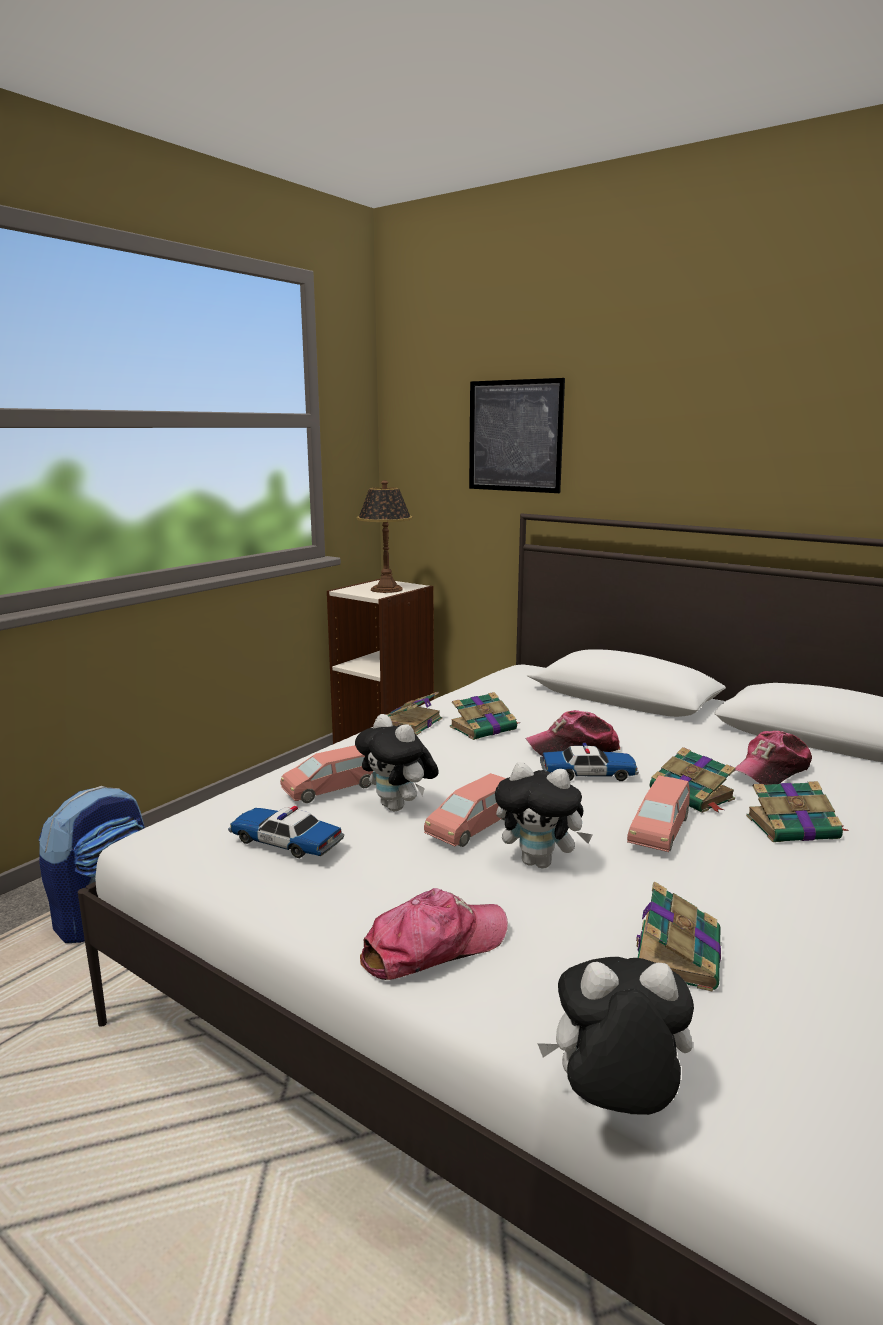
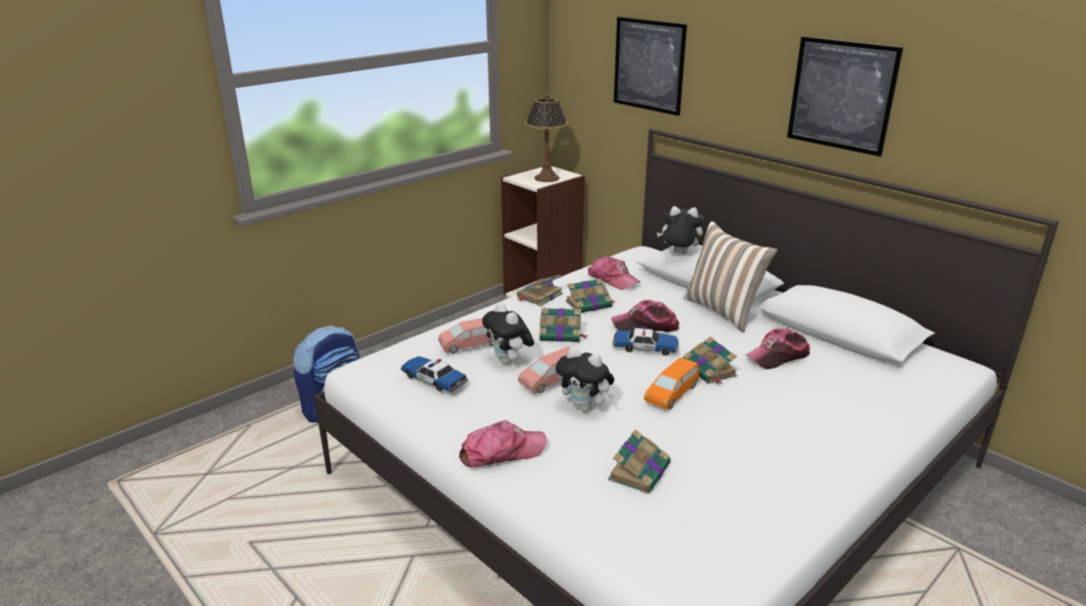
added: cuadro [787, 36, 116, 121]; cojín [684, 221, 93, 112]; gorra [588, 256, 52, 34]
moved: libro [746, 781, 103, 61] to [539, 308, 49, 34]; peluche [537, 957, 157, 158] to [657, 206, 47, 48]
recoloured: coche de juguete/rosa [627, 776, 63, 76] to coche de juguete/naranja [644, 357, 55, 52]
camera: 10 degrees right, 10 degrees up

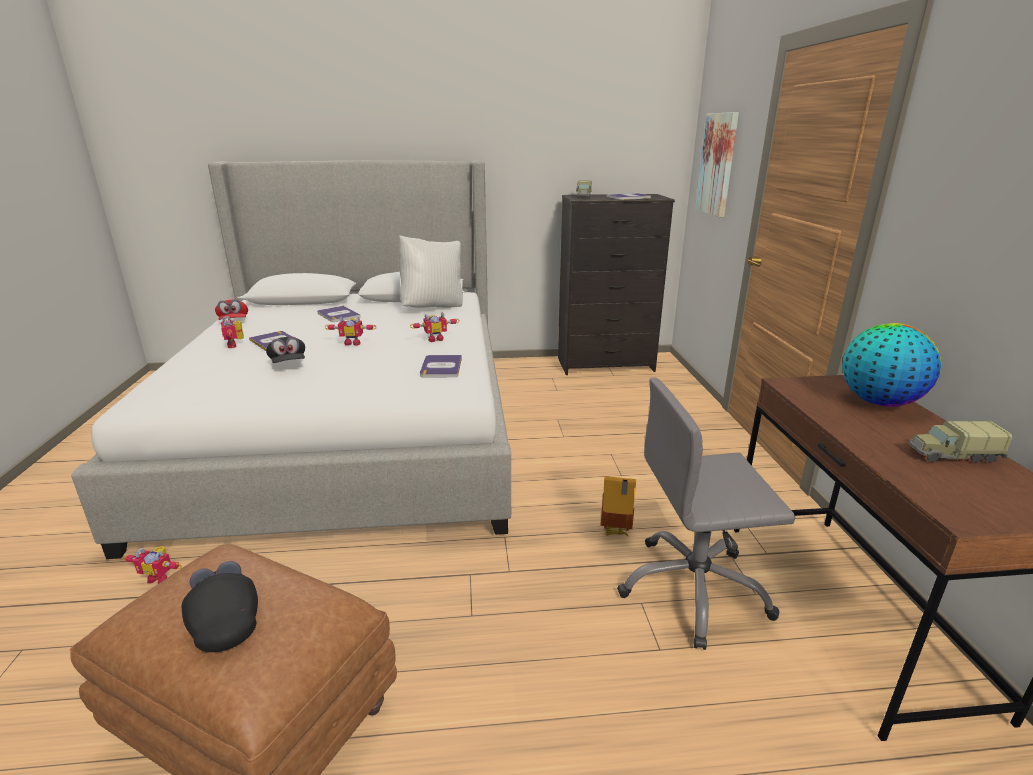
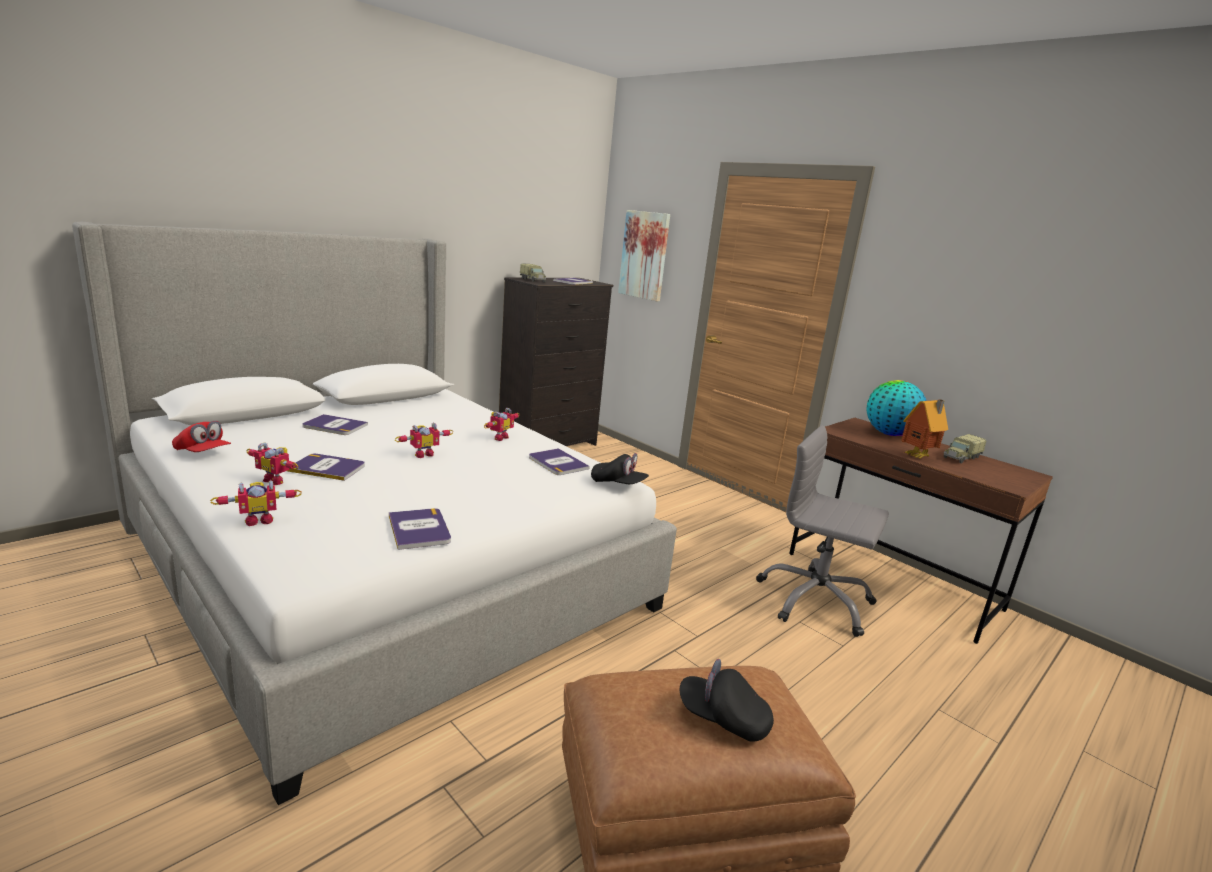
removed: cojín/blanco [399, 235, 64, 73]
added: libro [389, 508, 62, 42]
moved: gorra/negro [266, 337, 39, 26] to [591, 453, 58, 31]; casita [601, 476, 35, 60] to [901, 399, 47, 60]; robot de juguete [123, 546, 59, 38] to [210, 480, 92, 46]
turned: silla de oficina/gris [617, 377, 178, 273] = [756, 425, 133, 212] 75 degrees clockwise
camera: 40 degrees left, 5 degrees down

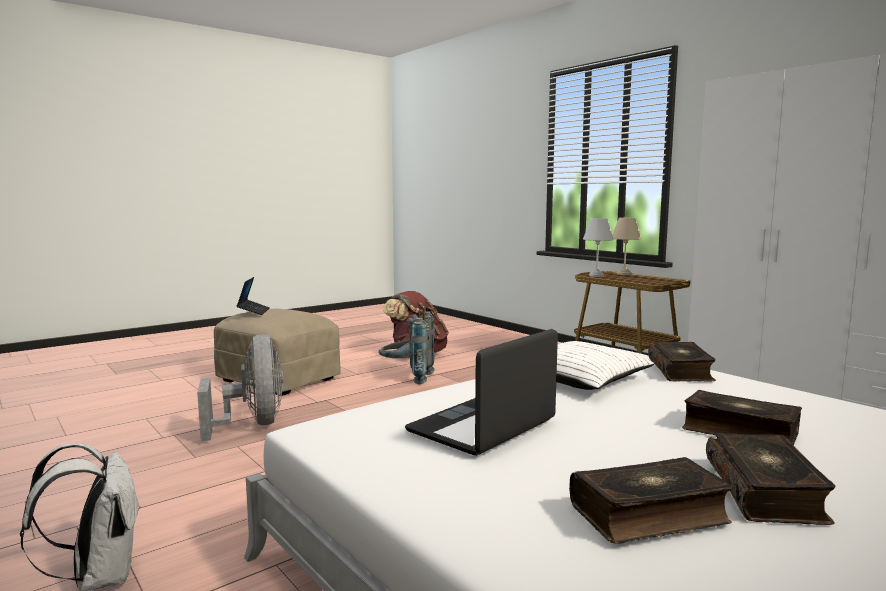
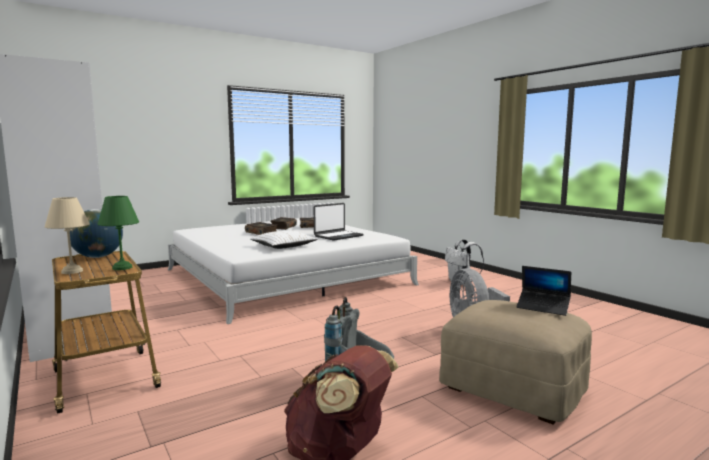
removed: libro [648, 342, 68, 40]
added: globo terráqueo [70, 209, 53, 49]
recoloured: lámpara de mesa/blanco [583, 218, 30, 59] to lámpara de mesa/verde [98, 196, 41, 74]
turned: portátil [236, 277, 34, 38] = [516, 266, 55, 50] 60 degrees counterclockwise
camera: 175 degrees left, 0 degrees up

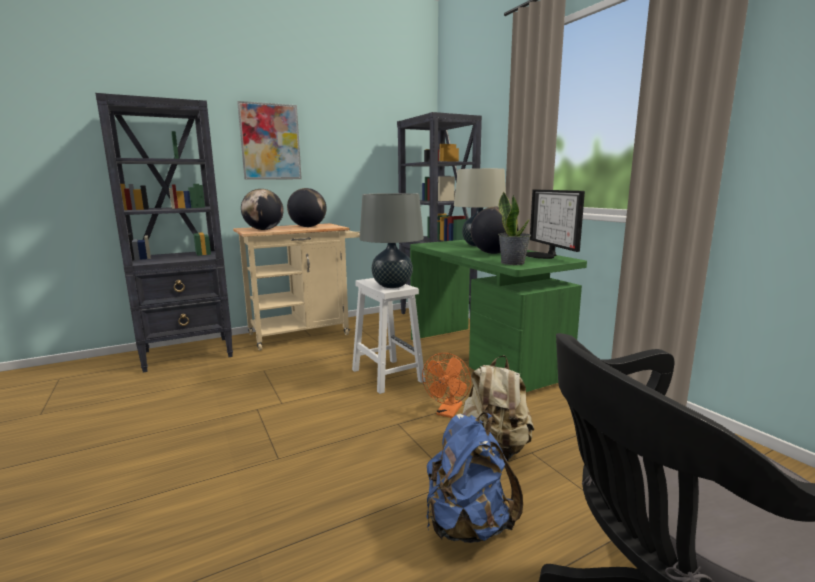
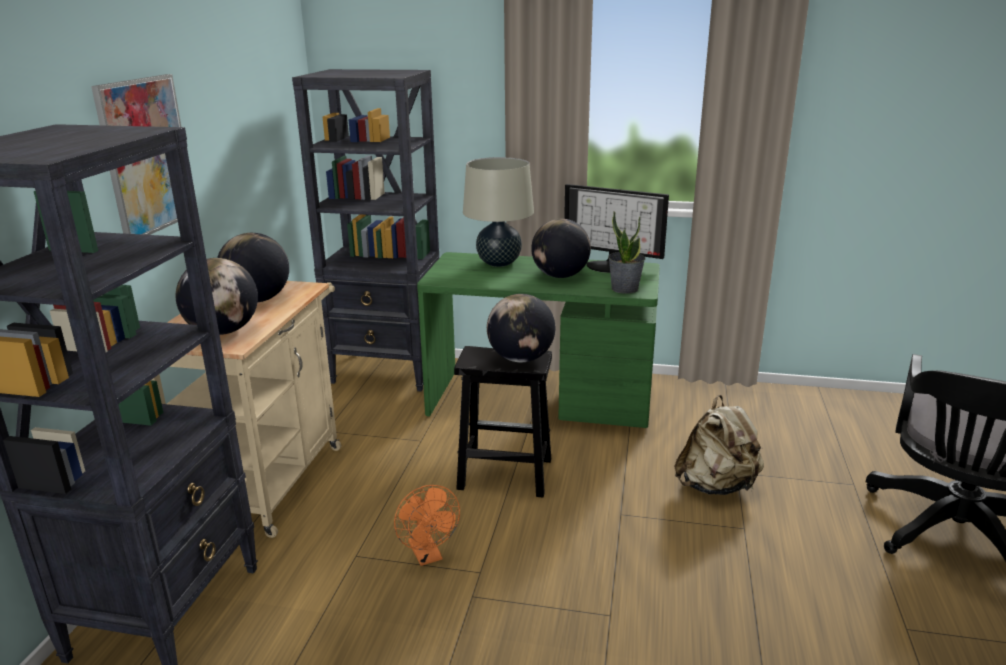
removed: mochila/azul [426, 413, 97, 130]
moved: ventilador/naranja [422, 353, 49, 65] to [394, 485, 66, 81]
replaced: lámpara de mesa/gris [360, 193, 64, 95] to globo terráqueo [487, 294, 68, 68]
recoloured: taburete/blanco [352, 278, 73, 116] to taburete/negro [454, 346, 98, 152]
camera: 50 degrees left, 10 degrees up

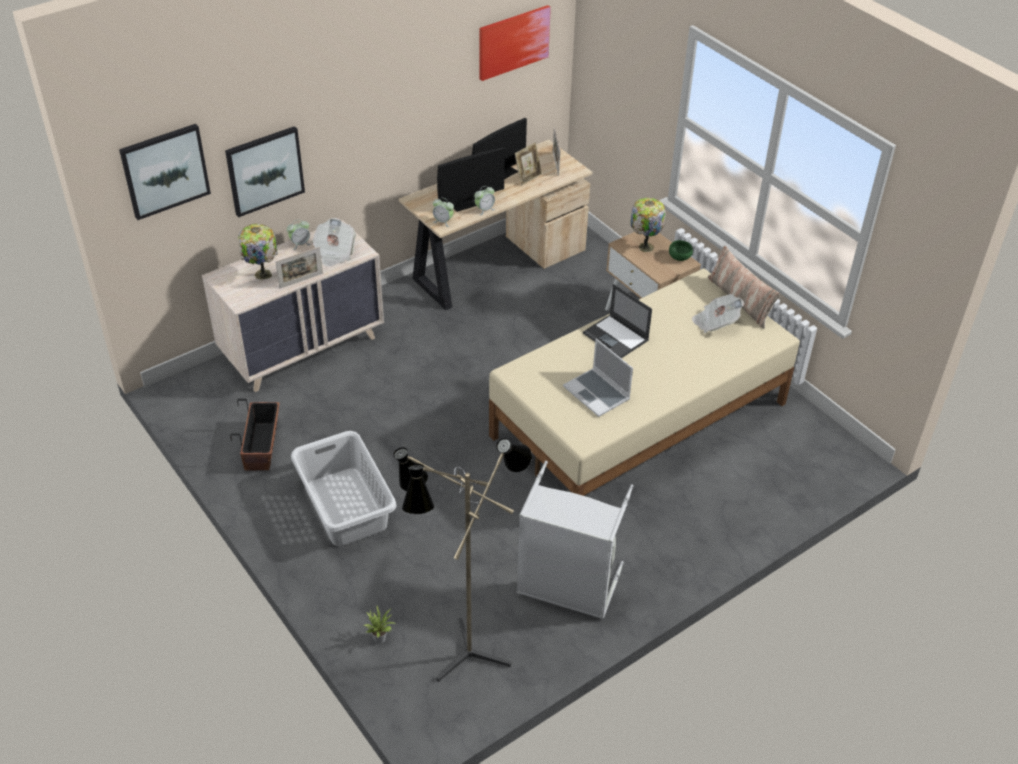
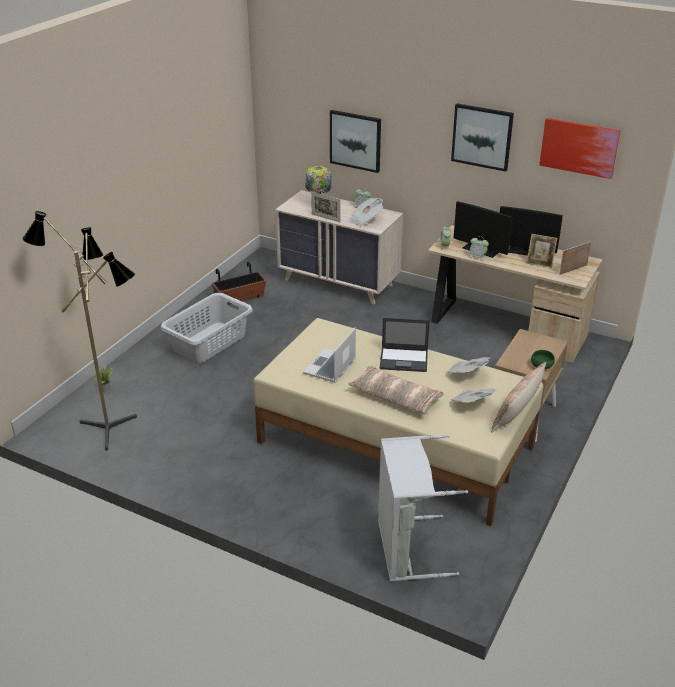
removed: lámpara de mesa [631, 198, 35, 54]
added: periódico [447, 357, 44, 16]; cojín [348, 366, 95, 49]
moved: cuadro [119, 124, 92, 96] to [451, 103, 63, 69]; cesto de la ropa/gris [517, 461, 116, 158] to [378, 435, 90, 146]
turned: portátil [583, 284, 69, 75] = [380, 318, 50, 54] 105 degrees counterclockwise
camera: 65 degrees right, 10 degrees down

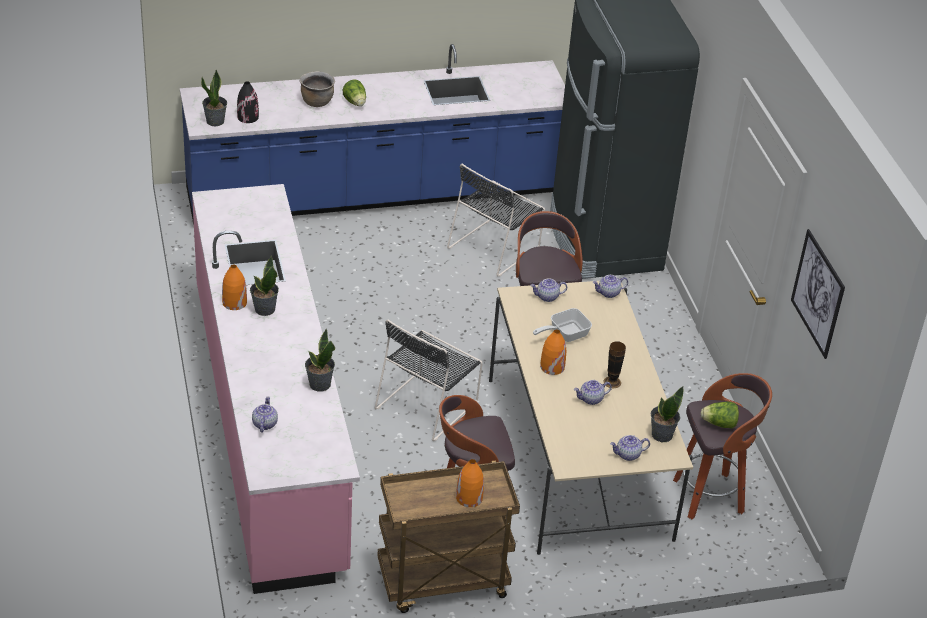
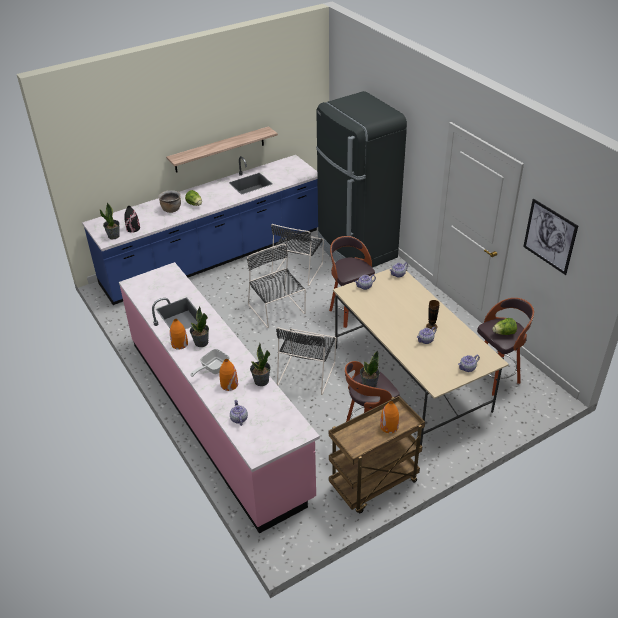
added: estante [166, 126, 112, 46]; silla/negro [247, 244, 59, 84]
moved: sartén [533, 308, 59, 34] to [190, 349, 40, 28]; florero/naranja [540, 329, 26, 46] to [219, 359, 19, 32]; planta en maceta [651, 386, 33, 56] to [360, 351, 20, 37]
camera: 15 degrees left, 0 degrees up

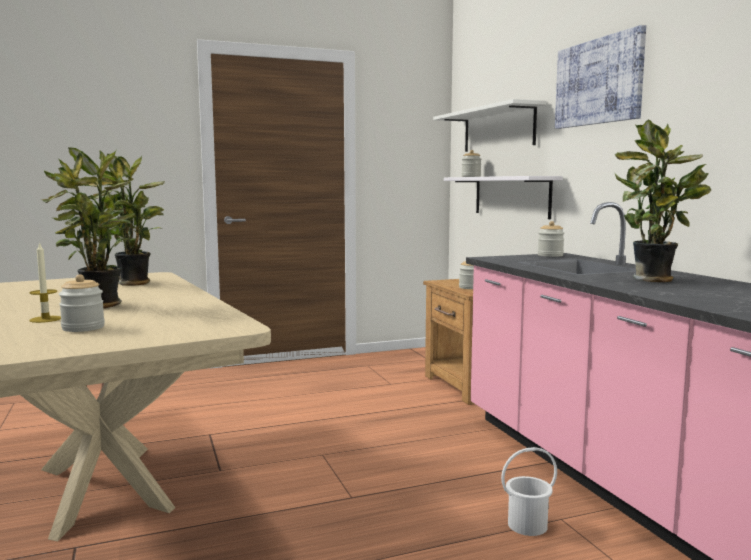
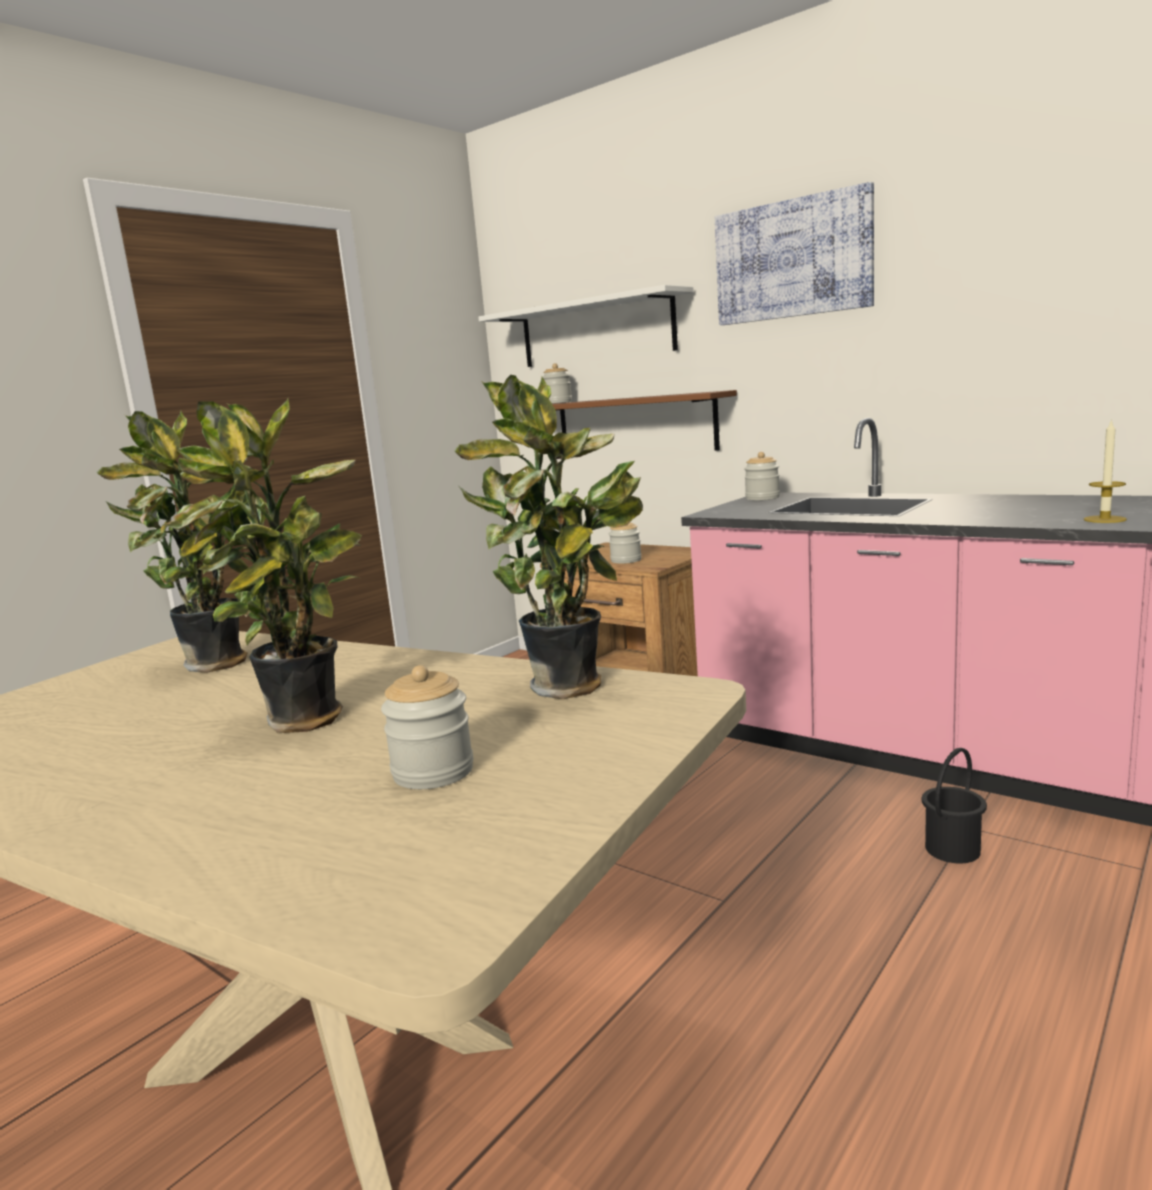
moved: planta en maceta [615, 120, 96, 162] to [454, 375, 189, 324]; vela [29, 242, 32, 81] to [1084, 419, 43, 104]
recoloured: estante/blanco [444, 176, 119, 43] to estante/marrón [552, 390, 185, 61]; cubo/blanco [501, 447, 56, 89] to cubo/negro [922, 748, 65, 115]
camera: 30 degrees left, 5 degrees up

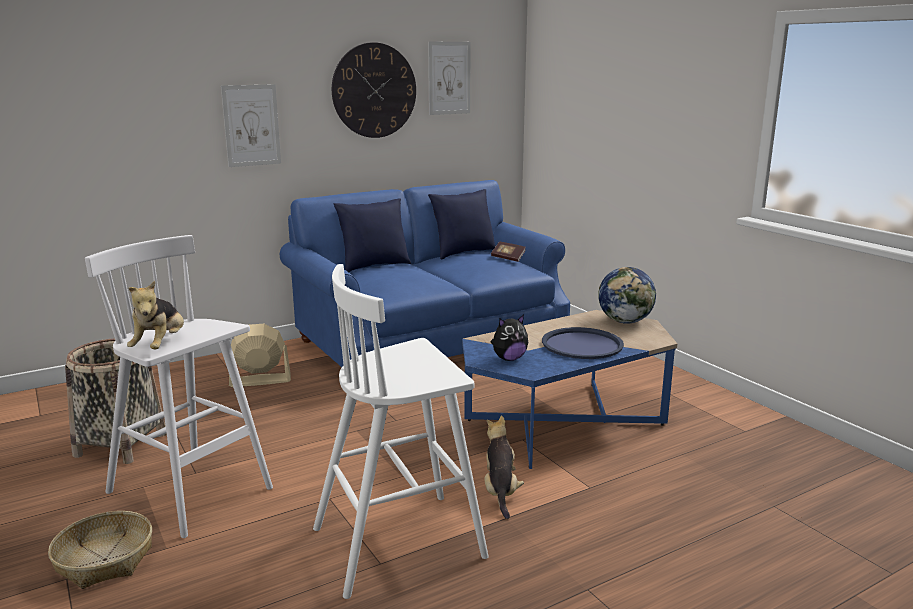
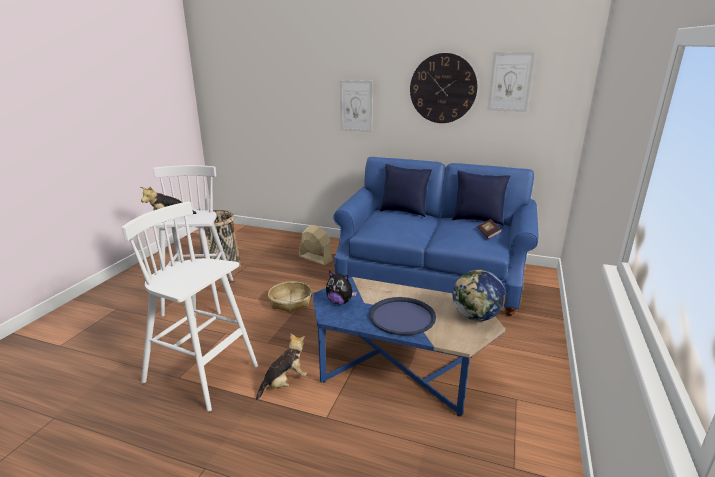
moved: cesta [48, 511, 104, 78] to [268, 281, 44, 32]
camera: 50 degrees right, 5 degrees up

